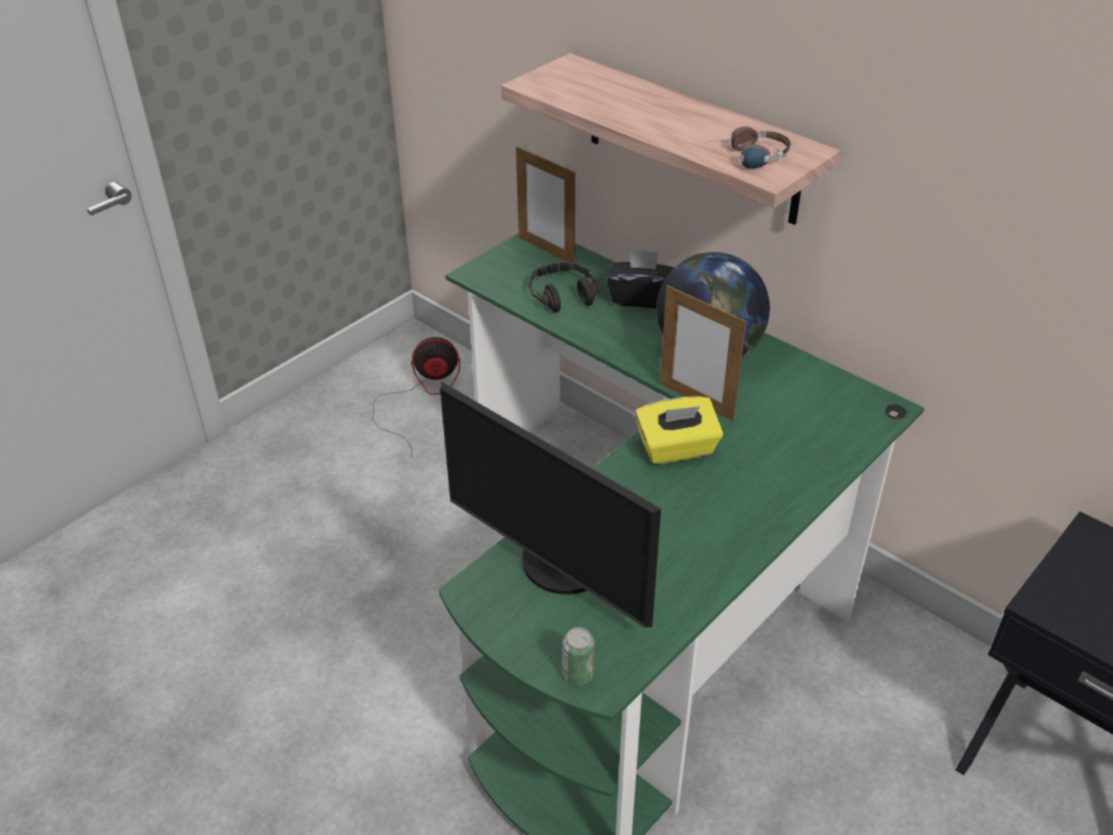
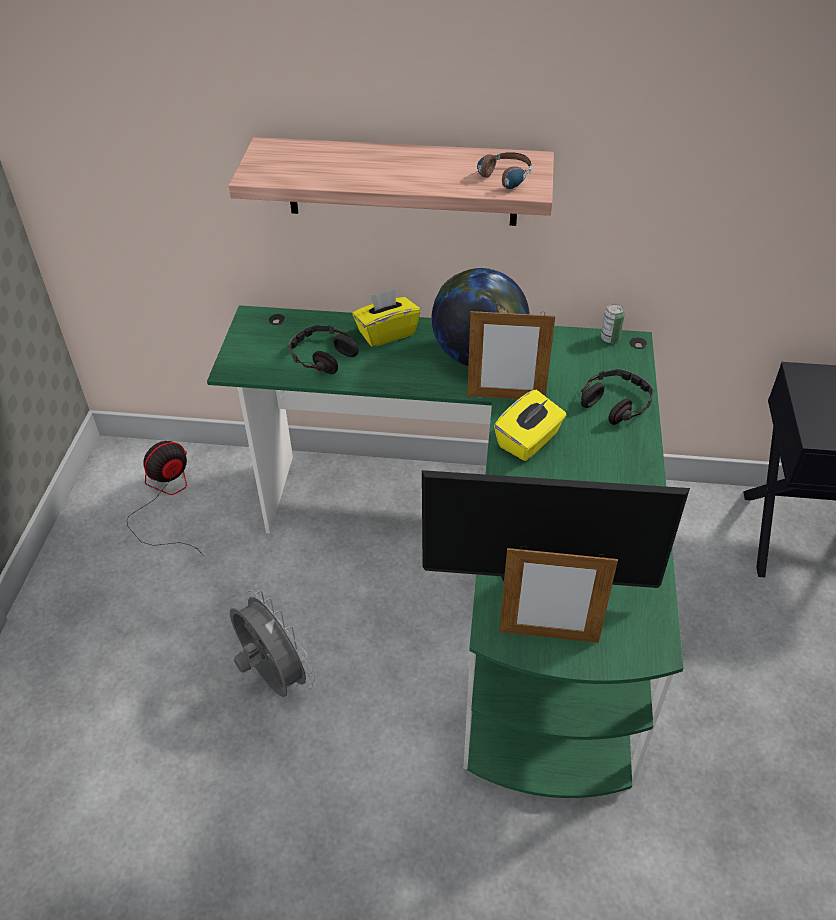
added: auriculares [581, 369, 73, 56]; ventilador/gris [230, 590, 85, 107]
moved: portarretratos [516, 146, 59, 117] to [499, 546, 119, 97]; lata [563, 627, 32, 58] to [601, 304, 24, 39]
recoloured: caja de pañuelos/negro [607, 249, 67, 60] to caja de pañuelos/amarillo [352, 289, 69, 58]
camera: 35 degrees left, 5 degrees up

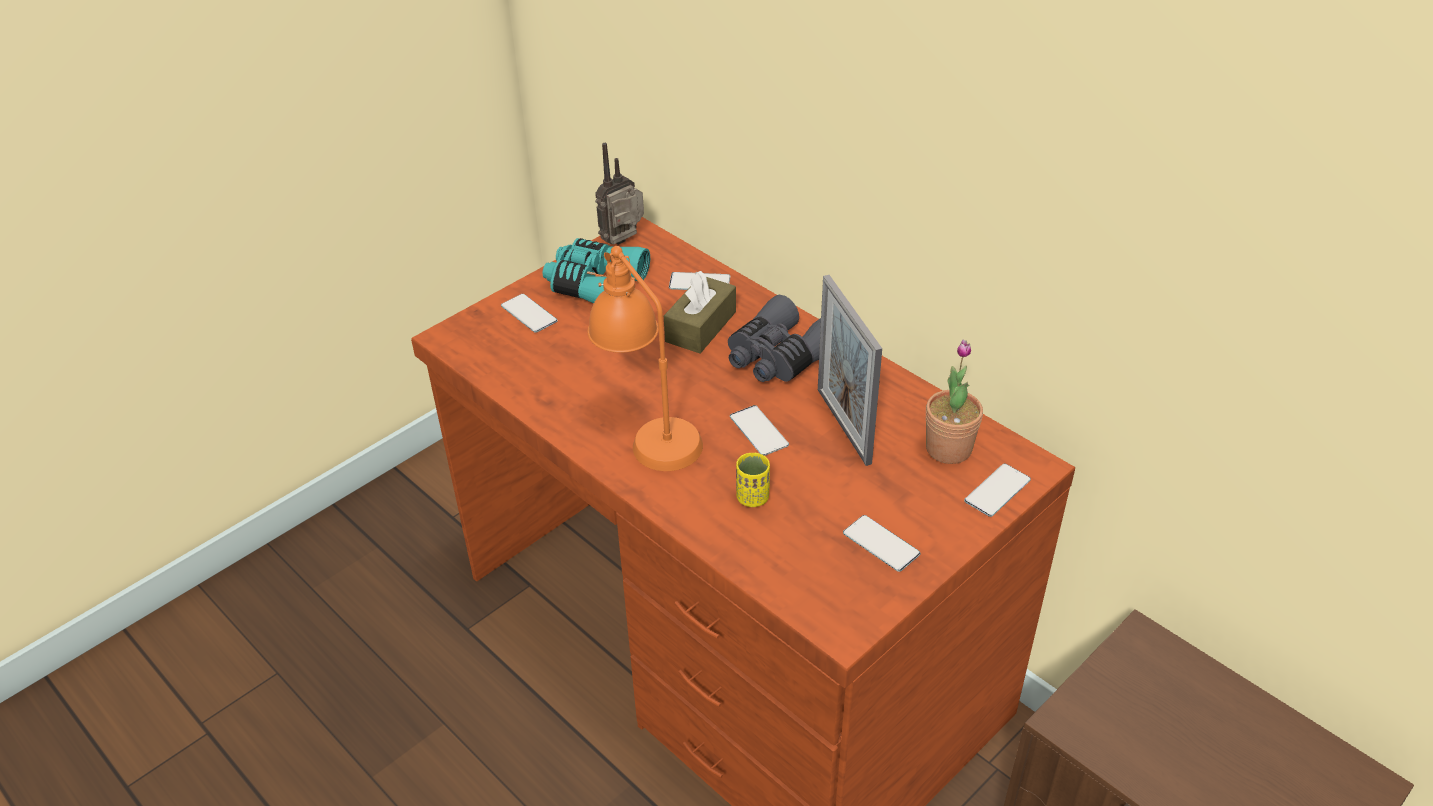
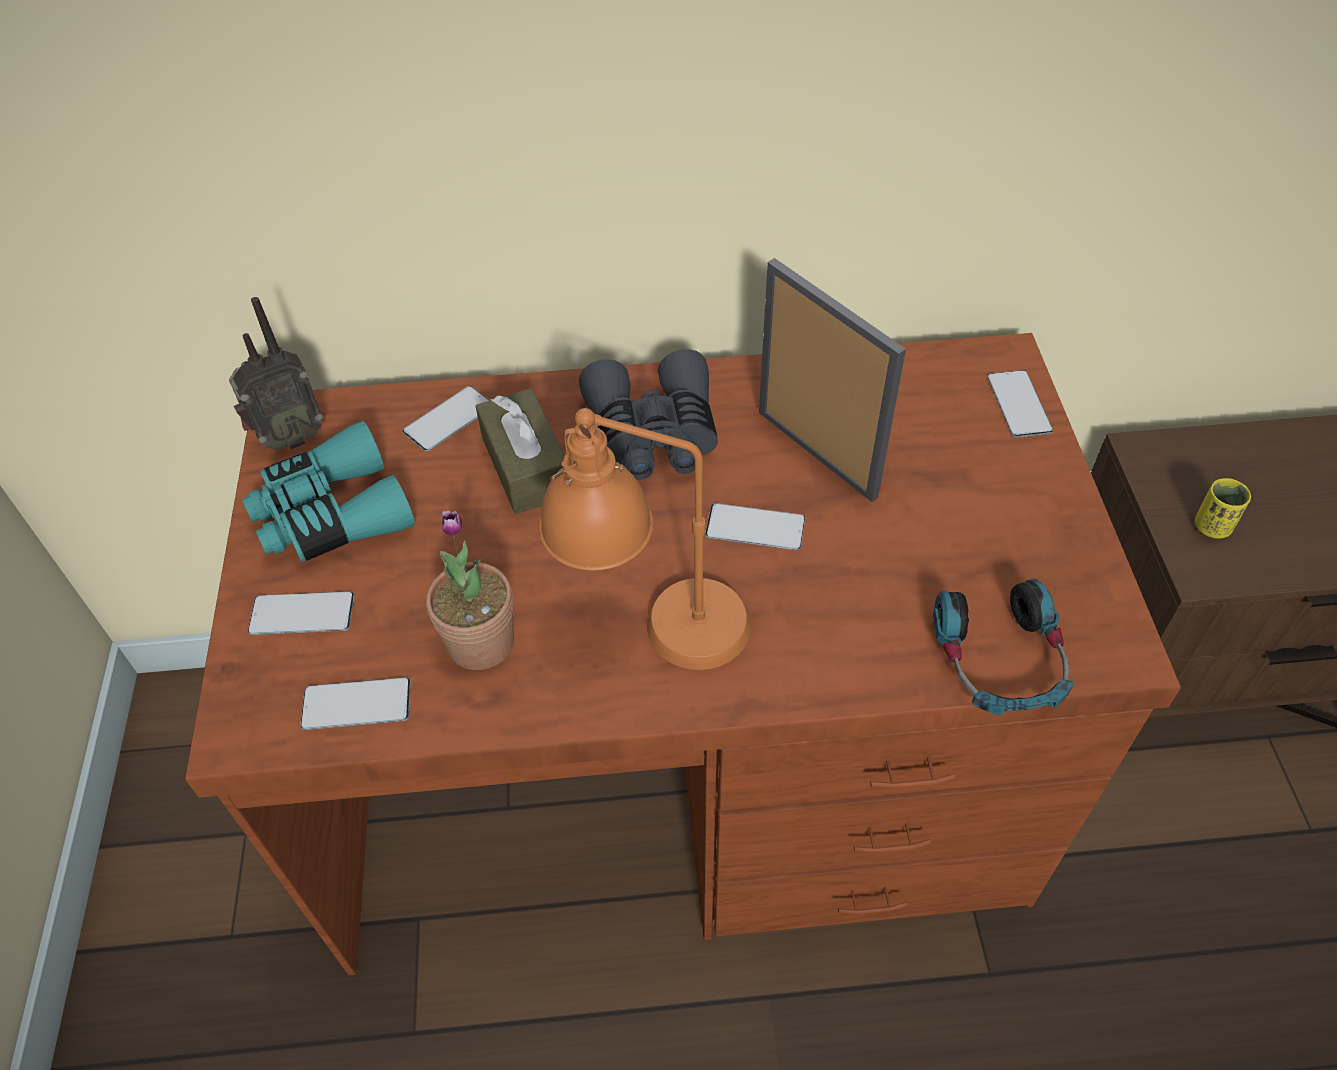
added: auriculares [933, 579, 141, 137]
moved: planta en maceta [926, 340, 57, 124] to [426, 511, 88, 159]; taza/amarillo [736, 453, 34, 54] to [1195, 478, 56, 61]; móvil [843, 515, 78, 57] to [300, 677, 111, 53]
turned: radio [595, 143, 49, 102] = [229, 297, 94, 153] 120 degrees counterclockwise; portarretratos [818, 275, 64, 191] = [759, 258, 147, 244] 150 degrees counterclockwise
camera: 50 degrees left, 10 degrees up

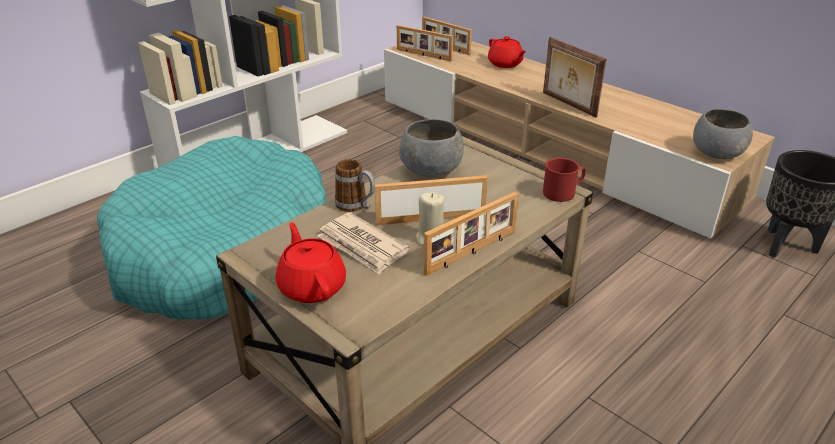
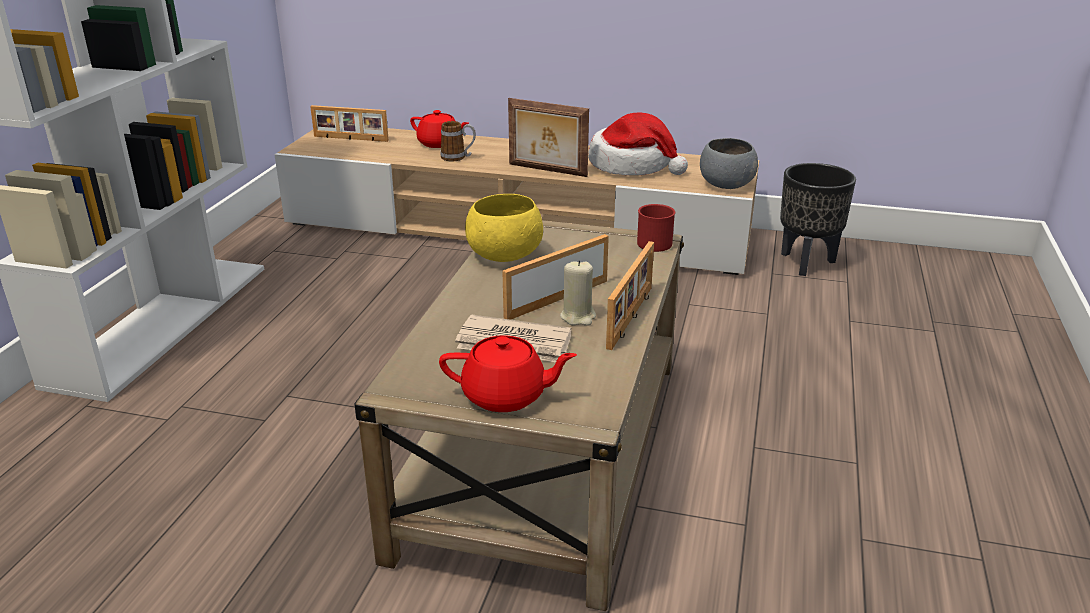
removed: portarretratos [397, 25, 56, 36]; cama para perro/turquesa [97, 136, 229, 184]
added: sombrero [588, 112, 100, 63]
moved: taza grande [335, 159, 40, 53] to [440, 121, 36, 40]
recoloured: cuenco/gris [399, 119, 65, 58] to cuenco/amarillo [465, 194, 78, 68]
turned: tetera/rojo [276, 222, 70, 81] = [439, 335, 138, 77] 150 degrees clockwise
camera: 30 degrees left, 5 degrees down

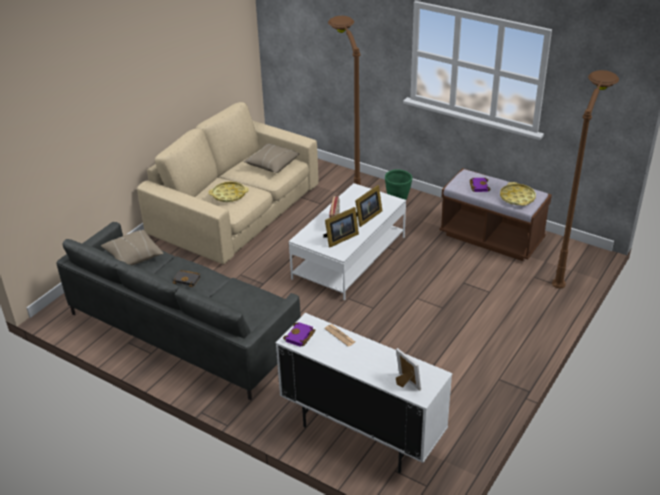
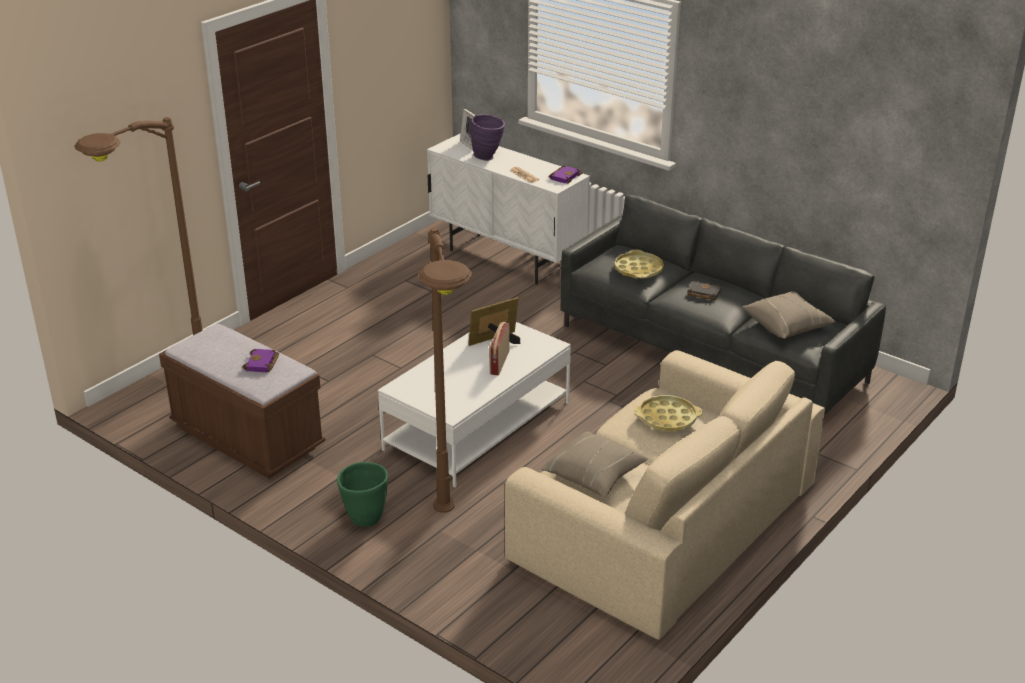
removed: portarretratos [355, 185, 27, 42]
added: florero/morado [471, 114, 34, 47]
moved: bandeja/amarillo [500, 182, 36, 24] to [615, 250, 49, 28]
camera: 175 degrees left, 5 degrees down

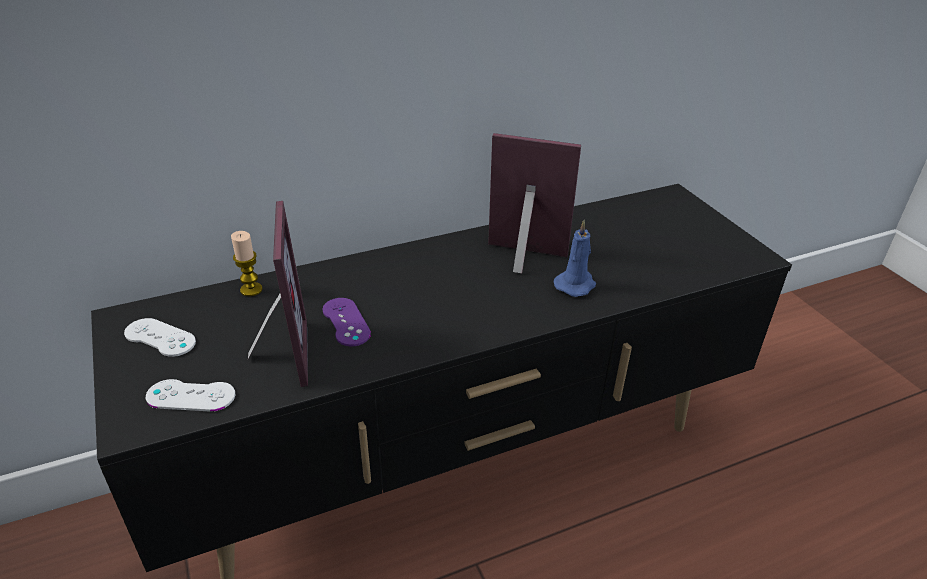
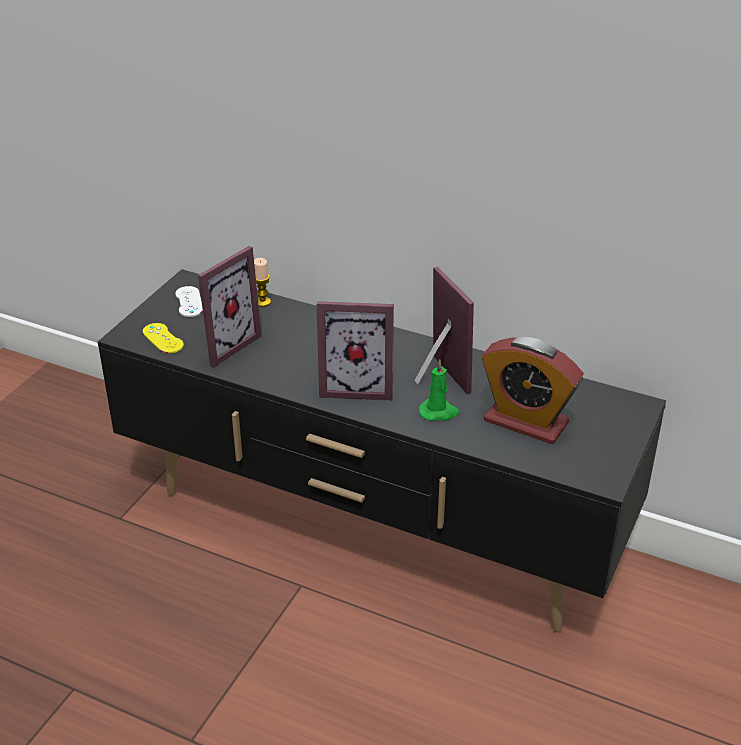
removed: mando de consola/morado [322, 298, 49, 48]
added: portarretratos [317, 301, 77, 100]; despertador [482, 337, 102, 107]
recoloured: vela/azul [554, 220, 42, 77] to vela/verde [419, 359, 41, 62]; mando de consola/blanco [146, 379, 90, 33] to mando de consola/amarillo [143, 323, 41, 30]
camera: 50 degrees right, 0 degrees up

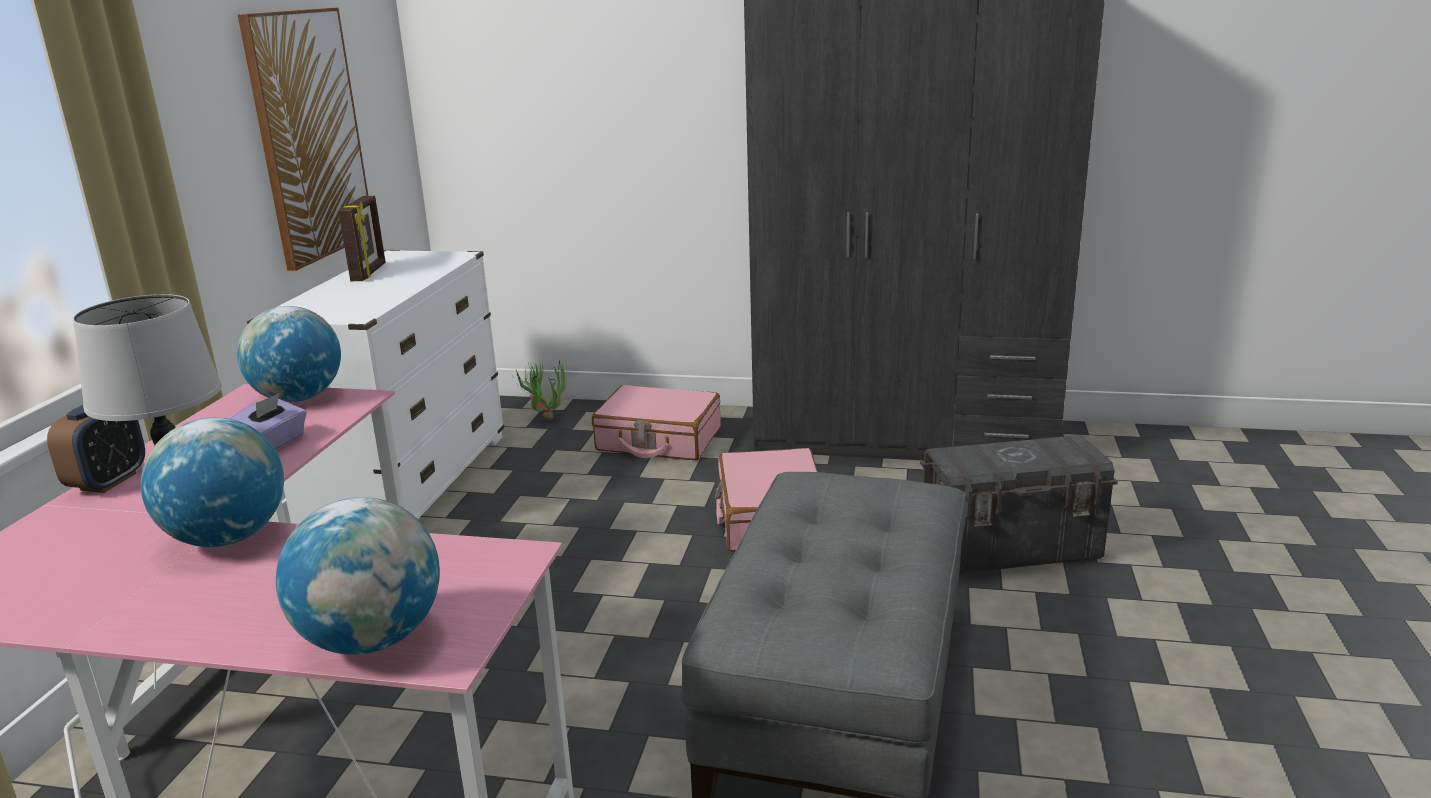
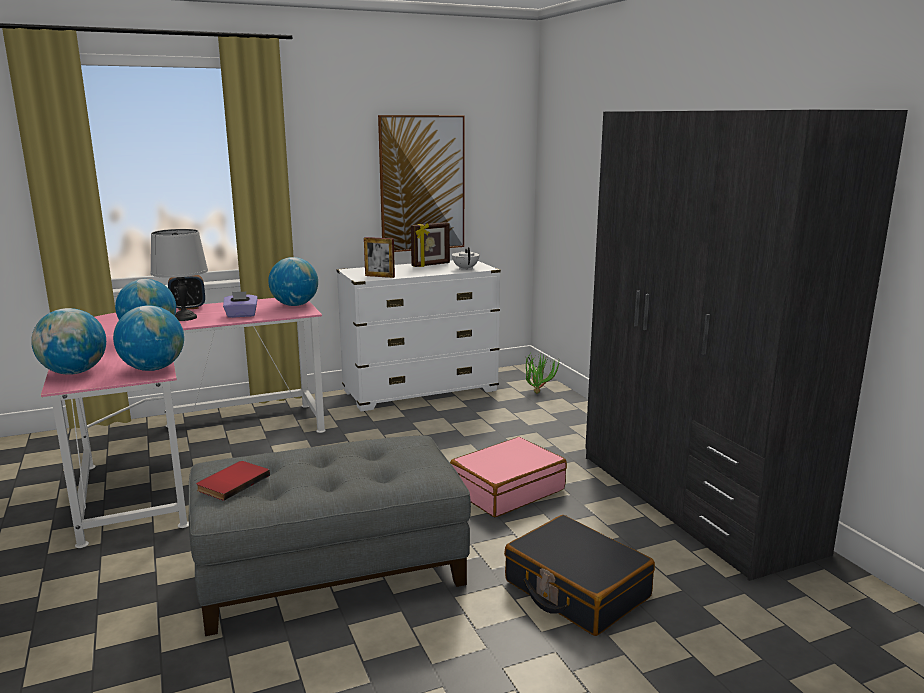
removed: maleta/rosa [592, 385, 129, 75]
added: portarretratos [364, 237, 31, 41]; tetera/blanco [452, 247, 28, 23]; globo terráqueo [113, 305, 71, 66]; libro/rojo [196, 461, 74, 40]
replaced: caja de almacenaje/gris [920, 435, 198, 138] to maleta/negro [504, 515, 151, 121]
camera: 55 degrees right, 5 degrees down

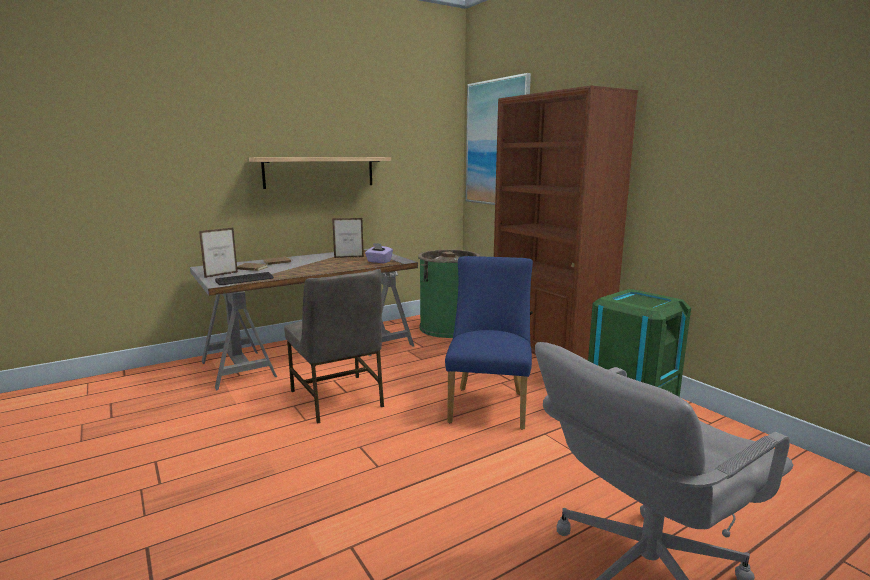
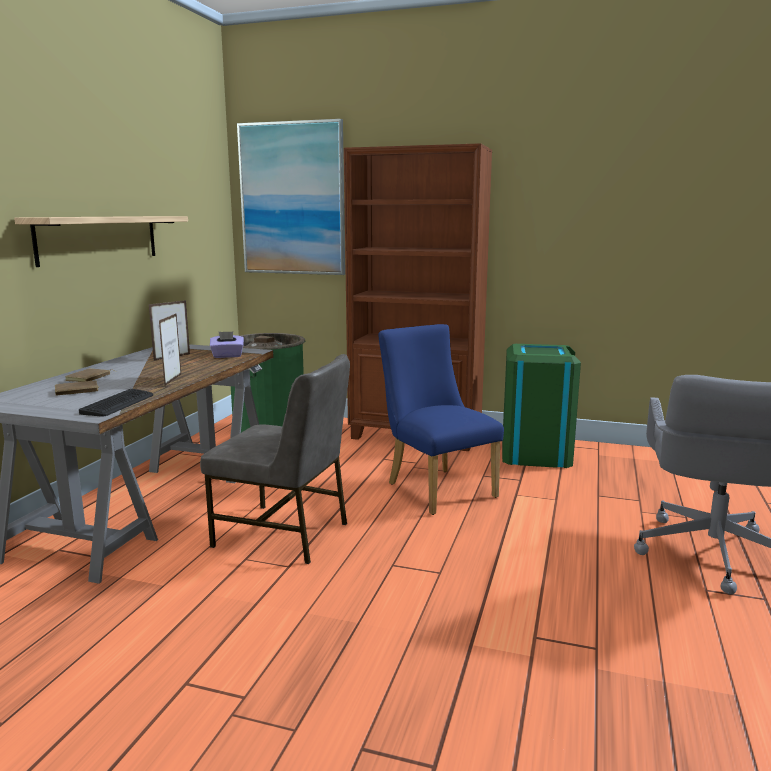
moved: portarretratos [199, 228, 39, 50] to [159, 313, 22, 73]
camera: 40 degrees left, 0 degrees up

